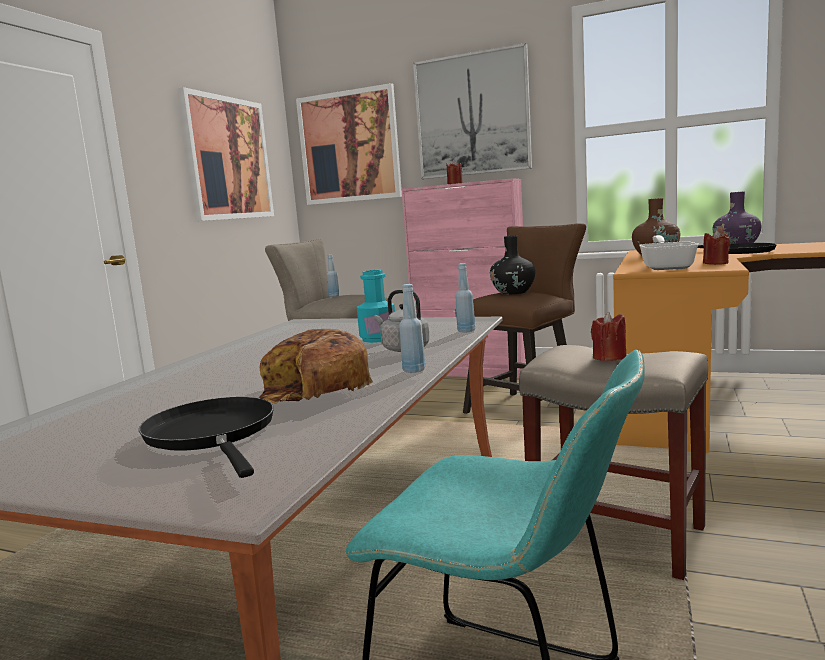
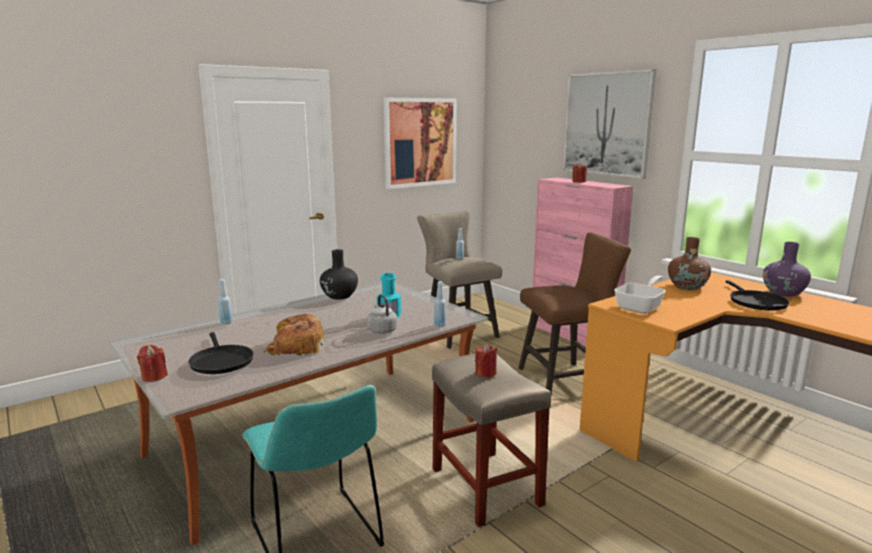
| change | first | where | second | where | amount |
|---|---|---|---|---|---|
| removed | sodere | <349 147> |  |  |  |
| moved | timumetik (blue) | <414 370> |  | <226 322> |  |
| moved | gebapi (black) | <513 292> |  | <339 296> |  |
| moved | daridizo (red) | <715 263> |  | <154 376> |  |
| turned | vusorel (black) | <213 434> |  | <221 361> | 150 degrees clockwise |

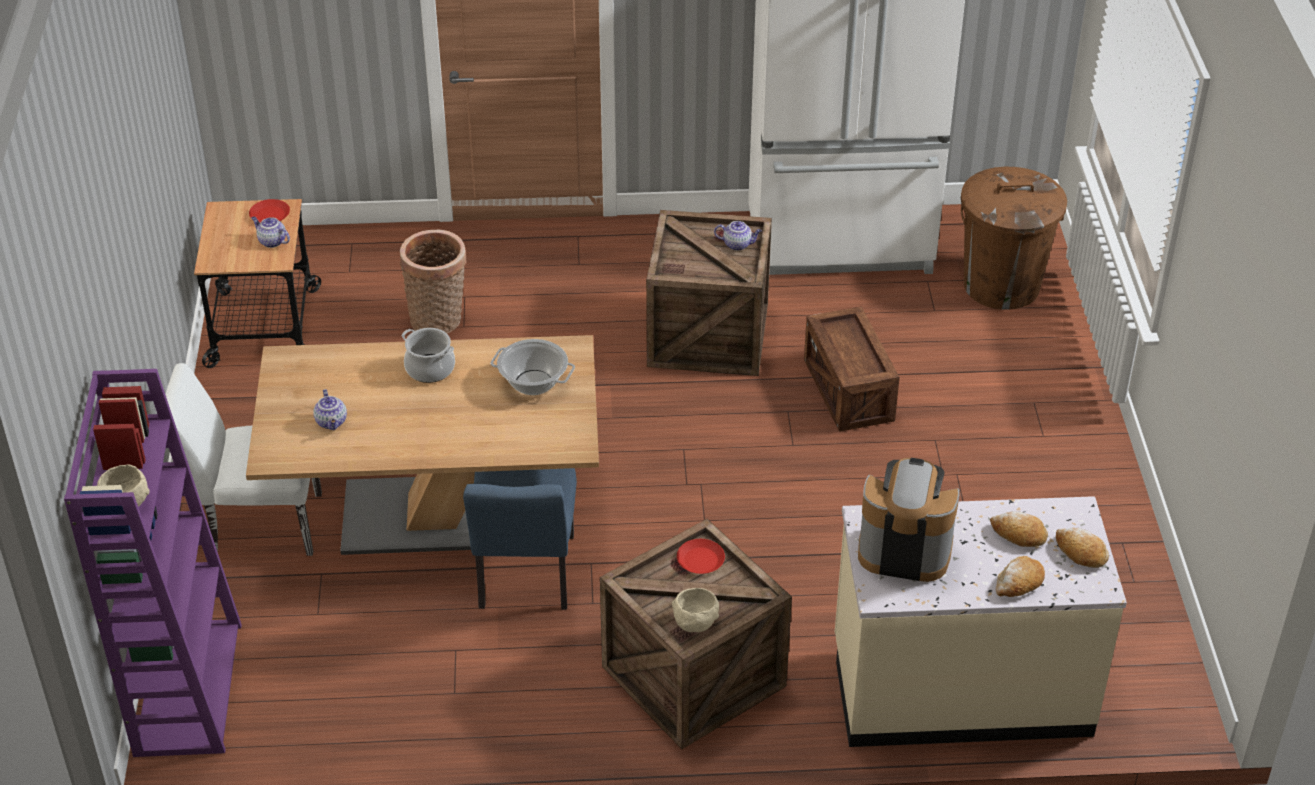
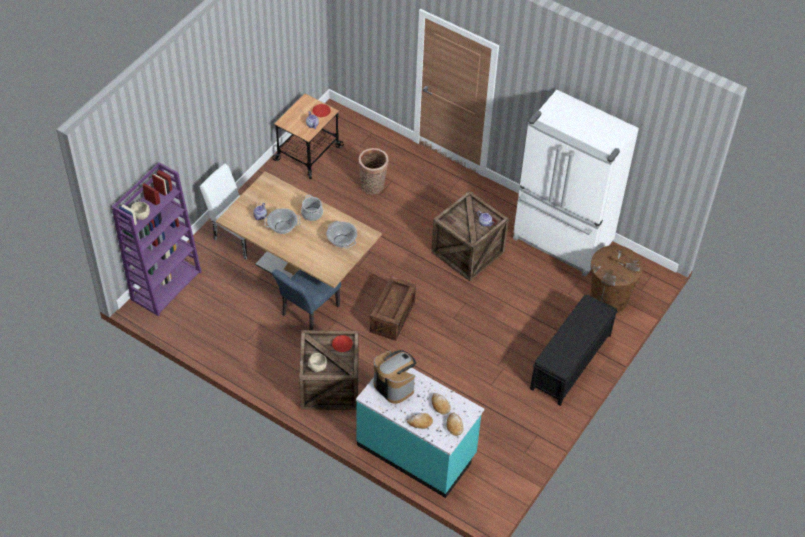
| change | first | where | second | where | amount |
|---|---|---|---|---|---|
| added |  |  | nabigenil | <282 227> |  |
| added |  |  | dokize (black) | <570 362> |  |
| moved | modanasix | <848 391> |  | <392 317> |  |
| recoloured | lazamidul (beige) | <960 688> | lazamidul (turquoise) | <417 450> |  |

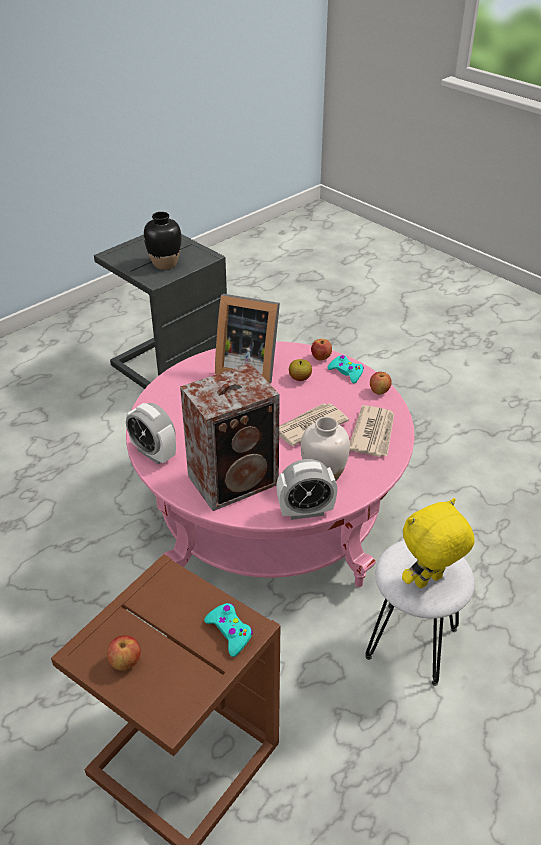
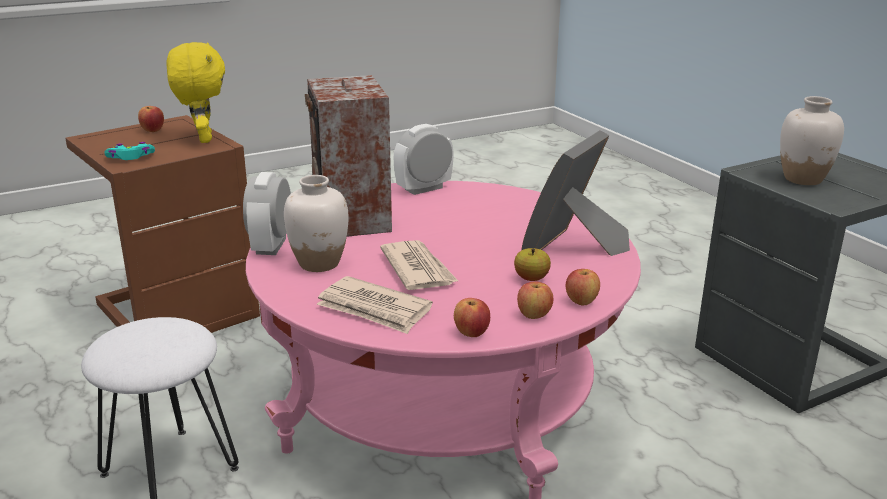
| change | first | where | second | where | amount |
|---|---|---|---|---|---|
| moved | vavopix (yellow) | <429 582> |  | <203 139> |  |
| replaced | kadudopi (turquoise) | <346 372> | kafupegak | <534 315> |  |
| recoloured | gebapi (black) | <164 264> | gebapi (white) | <803 179> |  |

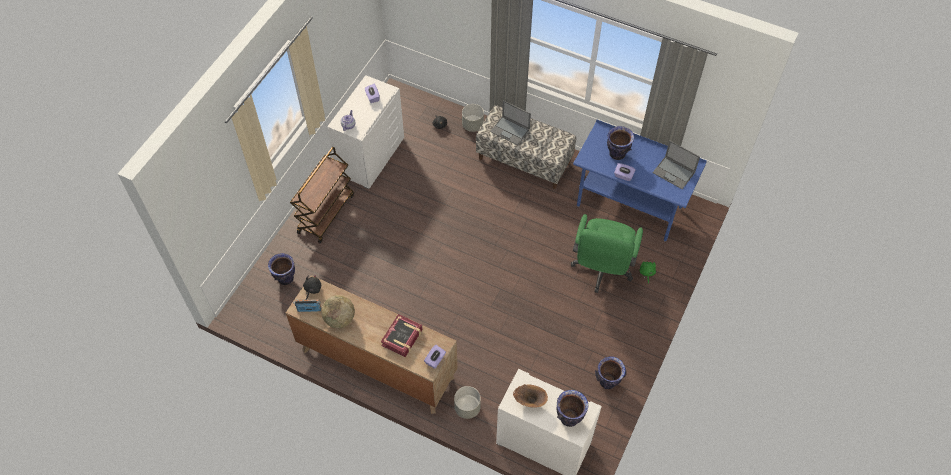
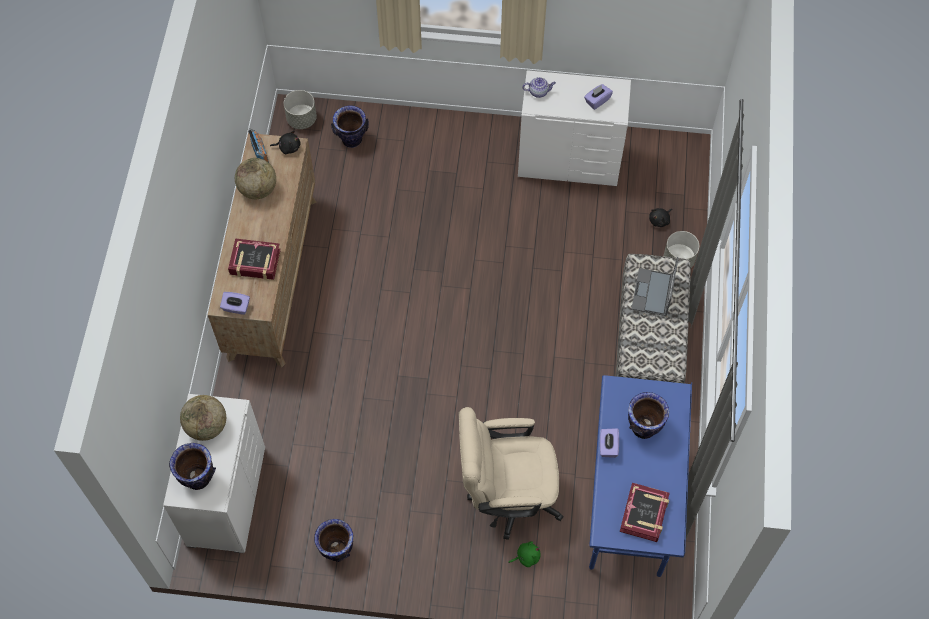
| change | first | where | second | where | amount |
|---|---|---|---|---|---|
| removed | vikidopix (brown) | <326 213> |  |  |  |
| moved | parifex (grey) | <467 407> |  | <302 119> |  |
| replaced | gebapi (brown) | <529 401> | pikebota | <207 426> |  |
| replaced | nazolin | <674 173> | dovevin | <644 514> |  |
| recoloured | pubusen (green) | <601 270> | pubusen (beige) | <507 495> |  |

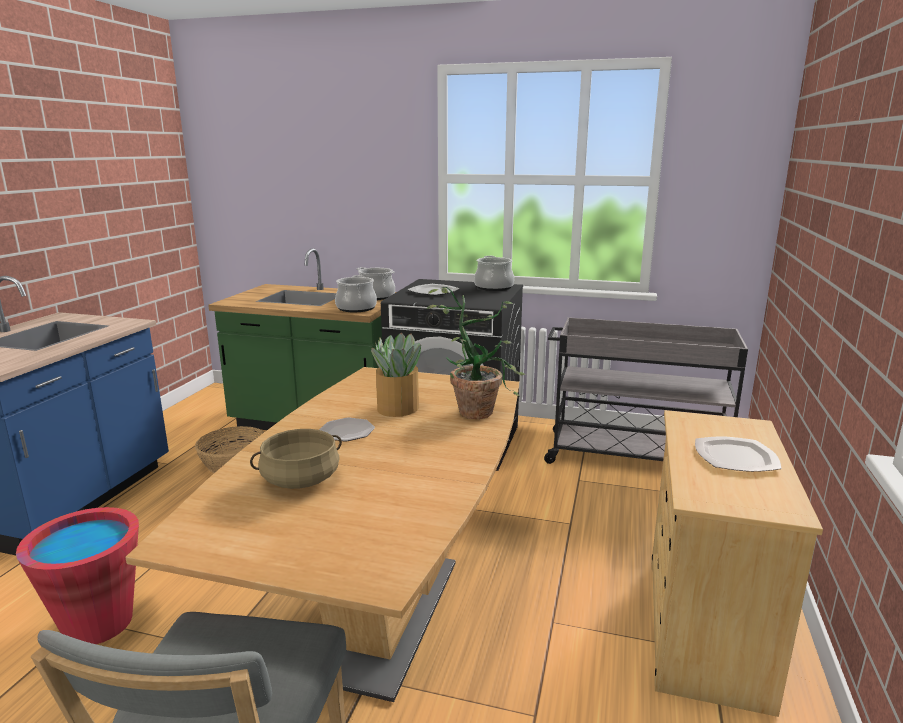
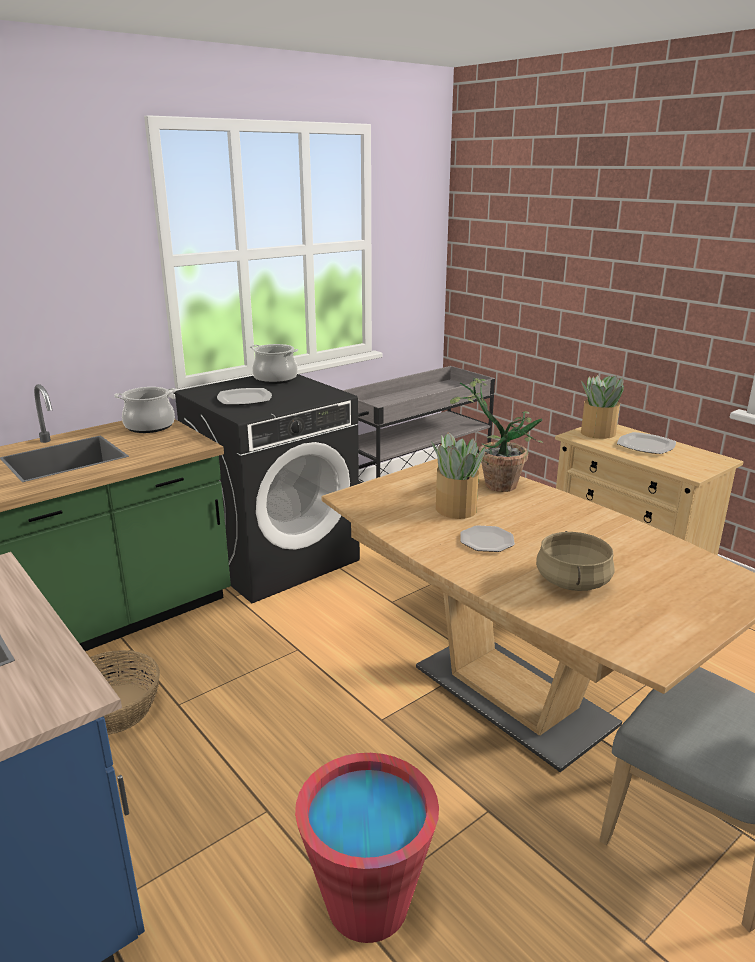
| change | first | where | second | where | amount |
|---|---|---|---|---|---|
| removed | nabigenil | <356 308> |  |  |  |
| added |  |  | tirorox | <597 433> |  |

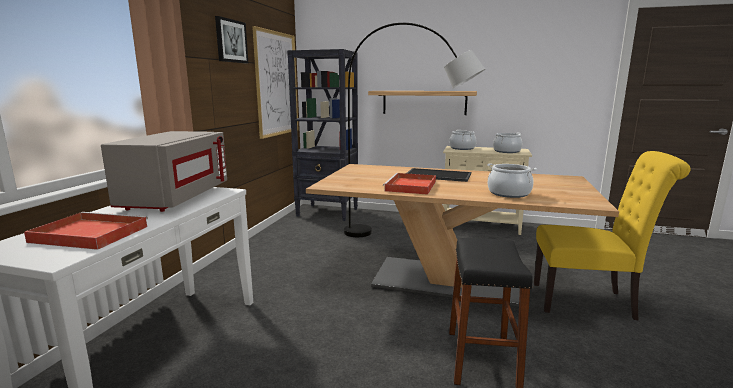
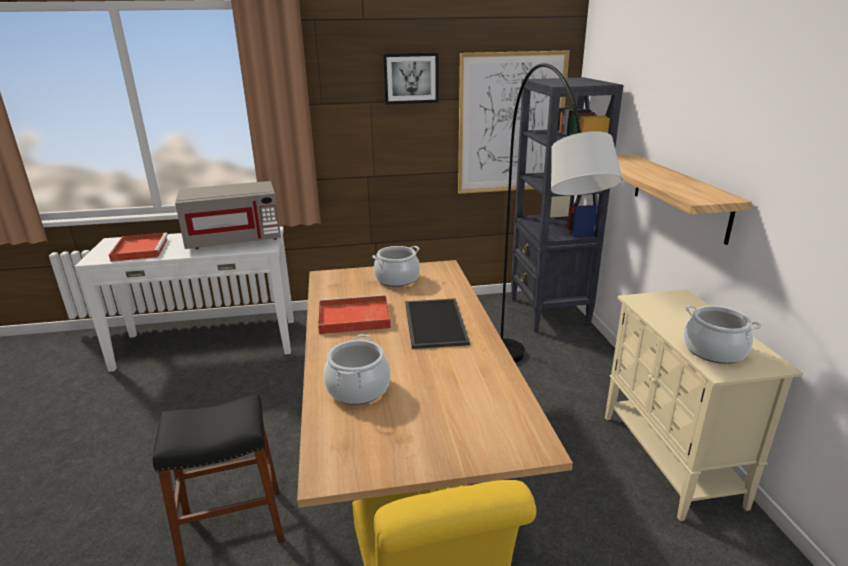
| change | first | where | second | where | amount |
|---|---|---|---|---|---|
| moved | nabigenil | <462 148> |  | <397 279> |  |

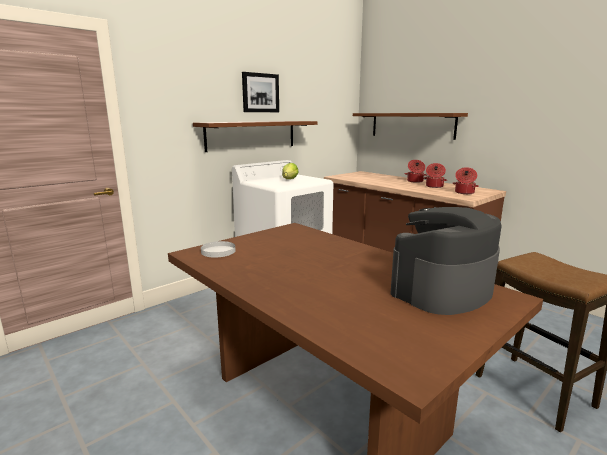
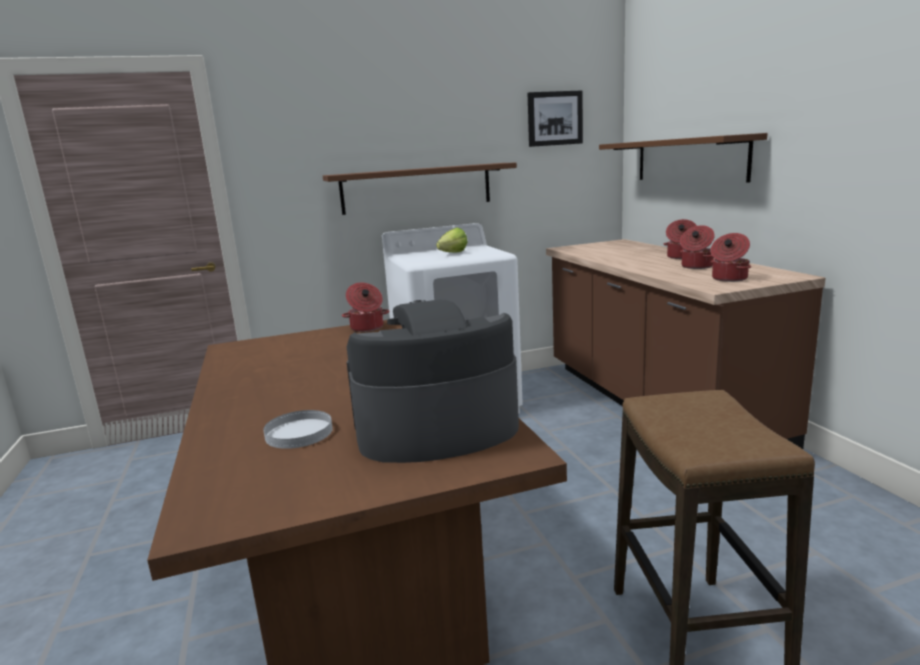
| change | first | where | second | where | amount |
|---|---|---|---|---|---|
| added |  |  | nabigenil | <367 328> |  |
| moved | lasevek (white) | <218 251> |  | <299 432> |  |
| moved | sodere | <260 93> |  | <554 118> |  |

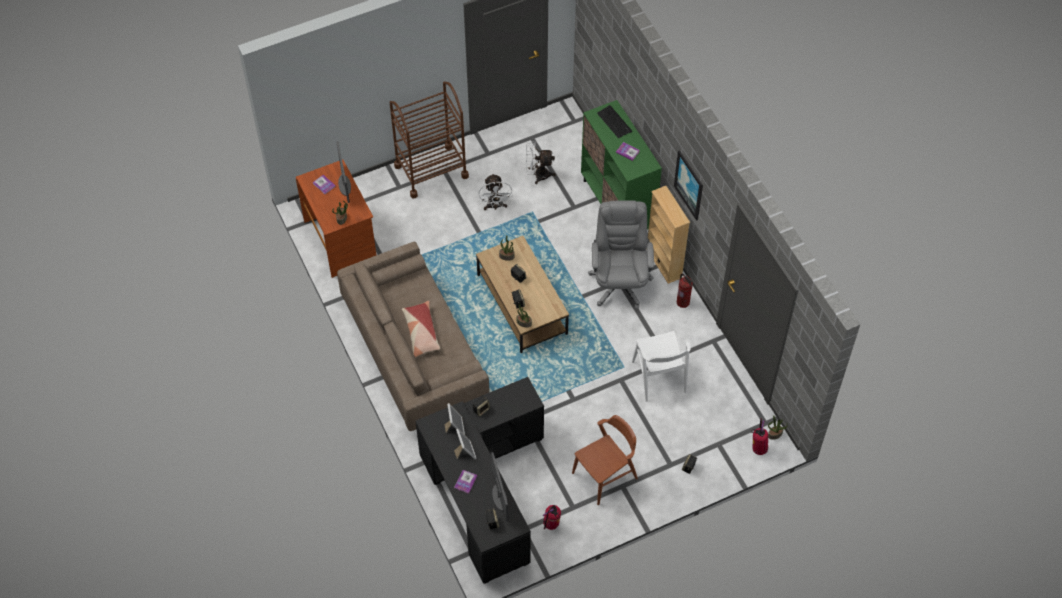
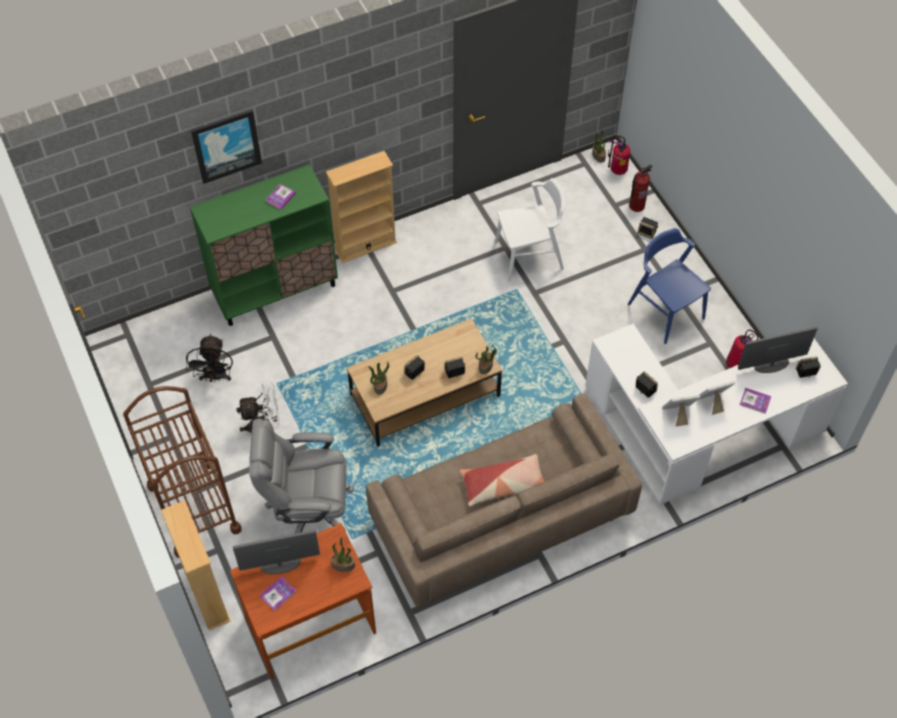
| change | first | where | second | where | amount |
|---|---|---|---|---|---|
| removed | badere | <614 122> |  |  |  |
| added |  |  | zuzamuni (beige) | <207 596> |  |
| moved | pubusen (grey) | <619 283> |  | <308 510> |  |
| moved | sodere | <689 185> |  | <226 145> |  |
| moved | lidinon | <683 302> |  | <636 205> |  |
| recoloured | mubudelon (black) | <482 490> | mubudelon (white) | <698 436> |  |
| recoloured | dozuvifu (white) | <538 175> | dozuvifu (black) | <215 377> |  |
| recoloured | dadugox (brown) | <605 475> | dadugox (blue) | <665 311> |  |

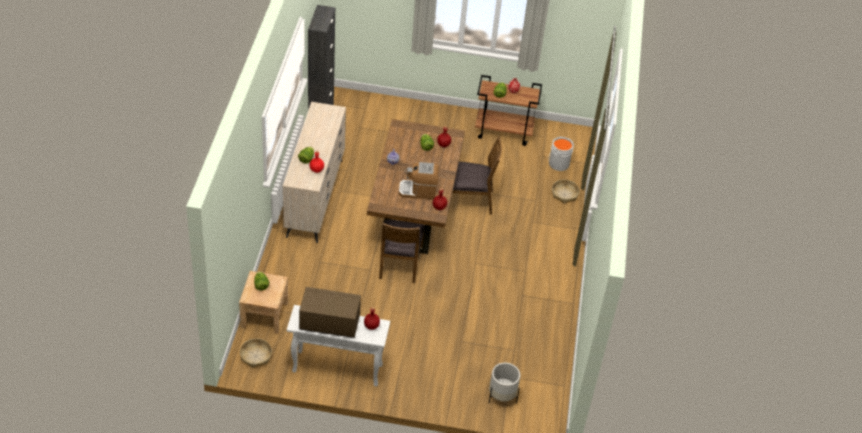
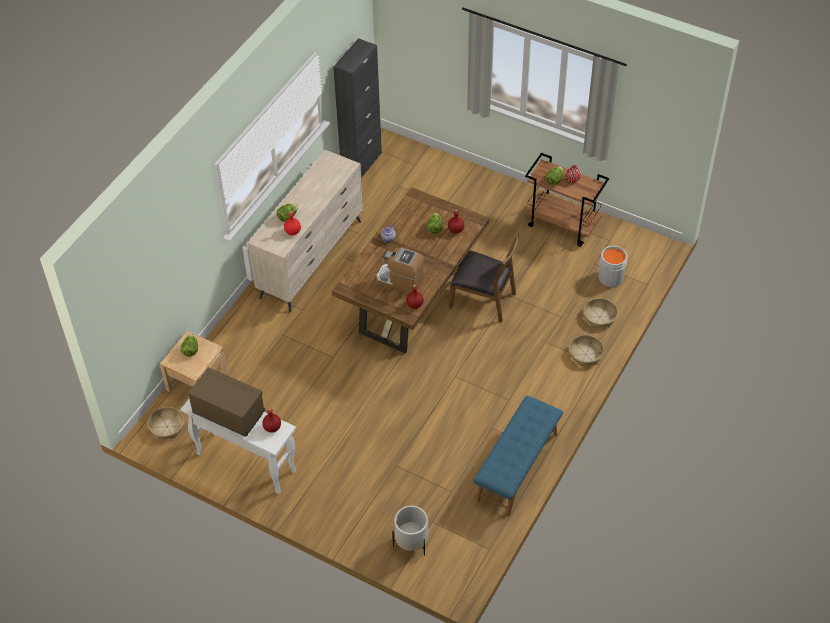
| change | first | where | second | where | amount |
|---|---|---|---|---|---|
| removed | dadugox (brown) | <400 263> |  |  |  |
| added |  |  | dokize (blue) | <518 467> |  |
| added |  |  | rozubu | <586 354> |  |

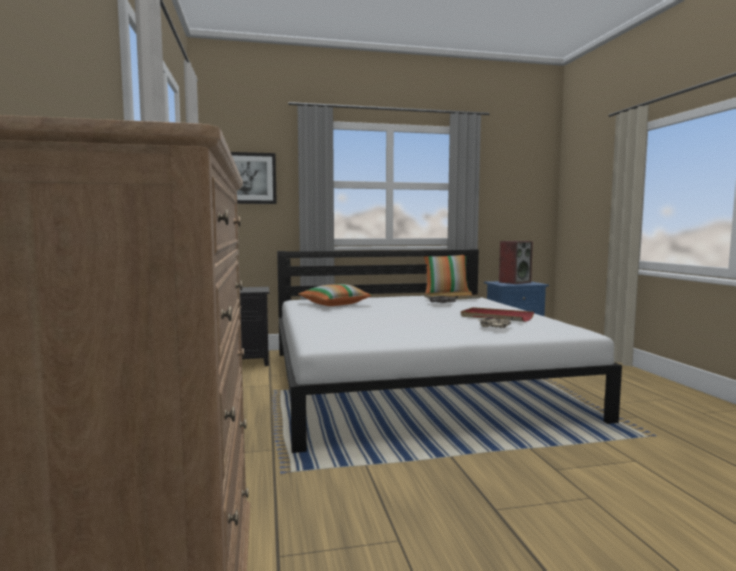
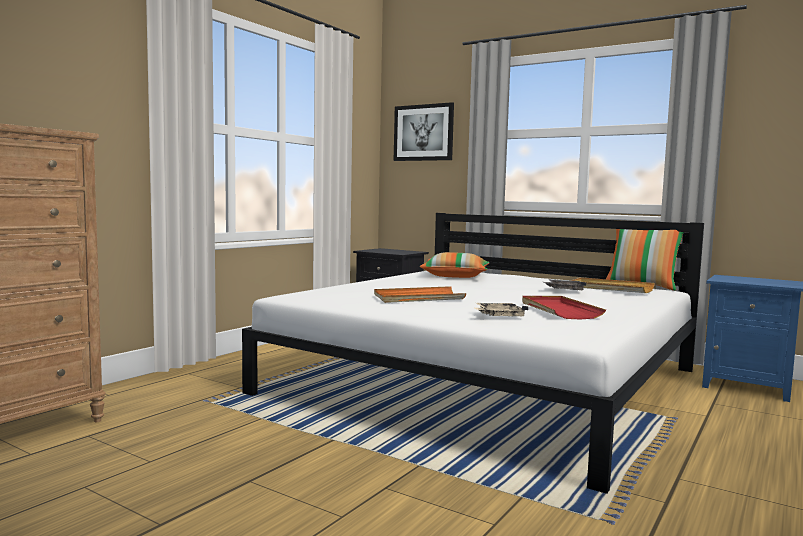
| change | first | where | second | where | amount |
|---|---|---|---|---|---|
| removed | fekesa | <514 282> |  |  |  |
| added |  |  | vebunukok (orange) | <418 298> |  |

